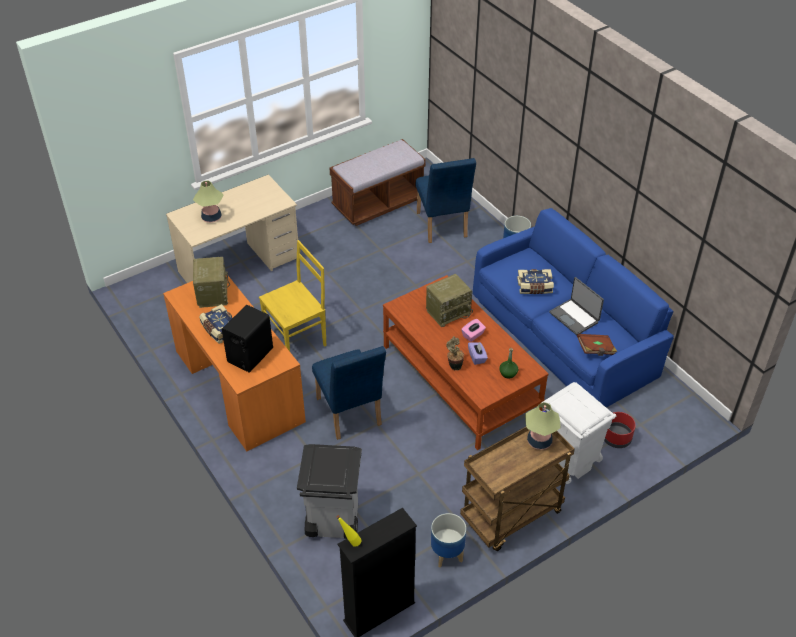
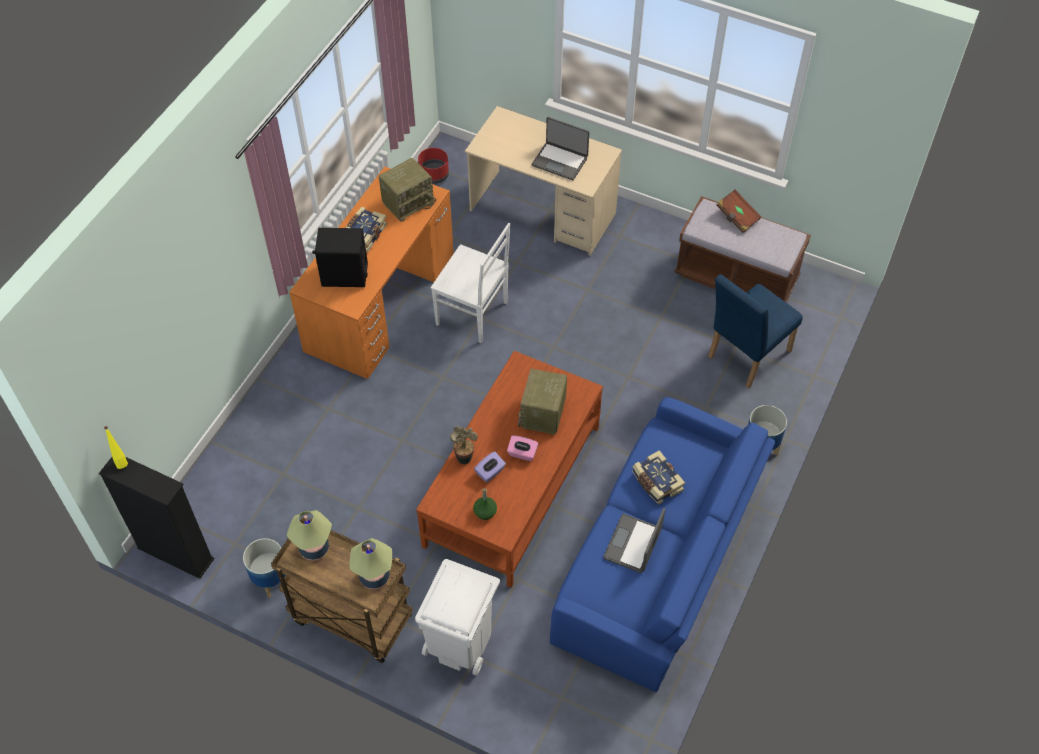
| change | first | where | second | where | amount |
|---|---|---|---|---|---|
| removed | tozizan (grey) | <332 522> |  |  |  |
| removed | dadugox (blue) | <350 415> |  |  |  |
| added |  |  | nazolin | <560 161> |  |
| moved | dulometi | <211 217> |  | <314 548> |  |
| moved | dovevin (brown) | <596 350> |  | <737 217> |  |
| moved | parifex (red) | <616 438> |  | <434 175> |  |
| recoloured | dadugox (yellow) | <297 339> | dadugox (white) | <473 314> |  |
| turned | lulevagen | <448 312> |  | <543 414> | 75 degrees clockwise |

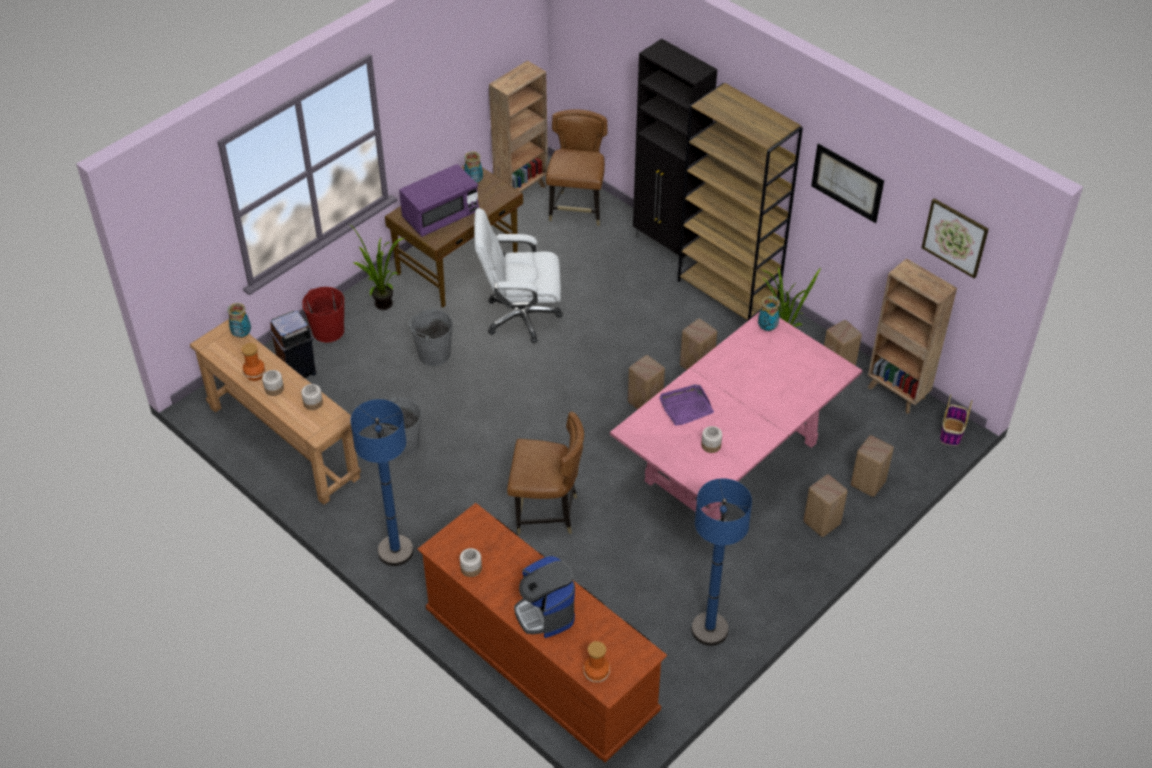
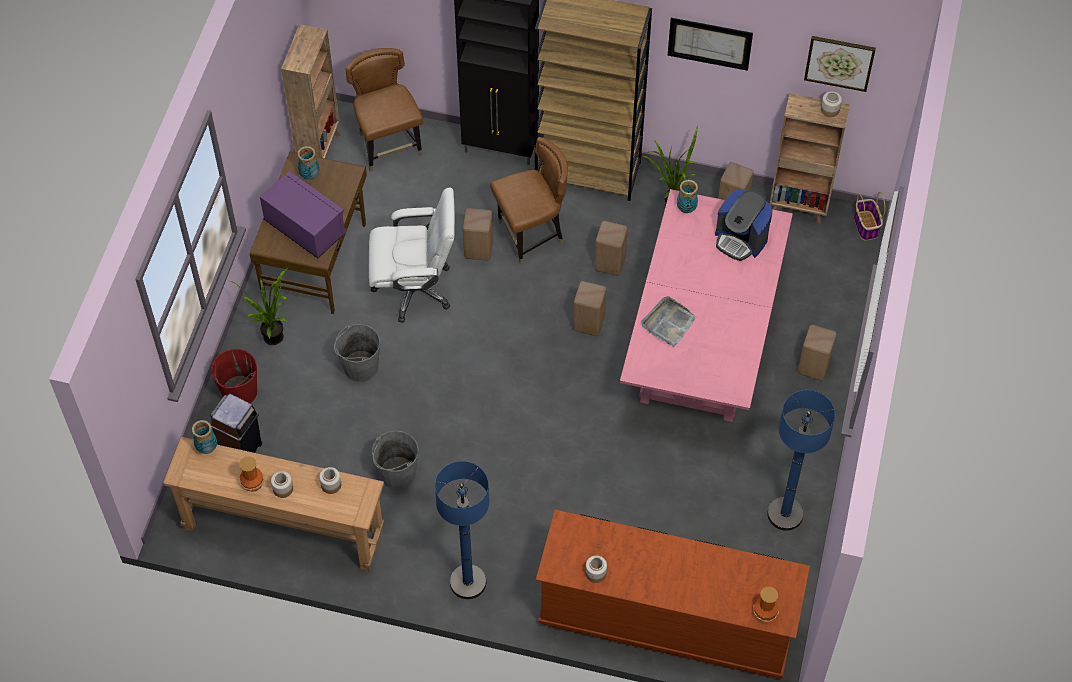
| change | first | where | second | where | amount |
|---|---|---|---|---|---|
| moved | dadugox (brown) | <546 513> |  | <531 235> |  |
| moved | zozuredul | <545 613> |  | <740 239> |  |
| moved | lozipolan | <711 445> |  | <830 110> |  |
| moved | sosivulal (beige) | <868 484> |  | <479 250> |  |
| recoloured | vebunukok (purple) | <685 406> | vebunukok (grey) | <668 323> |  |
| turned | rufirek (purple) | <441 216> |  | <305 228> | 75 degrees counterclockwise |
| turned | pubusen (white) | <520 316> |  | <415 288> | 150 degrees counterclockwise |

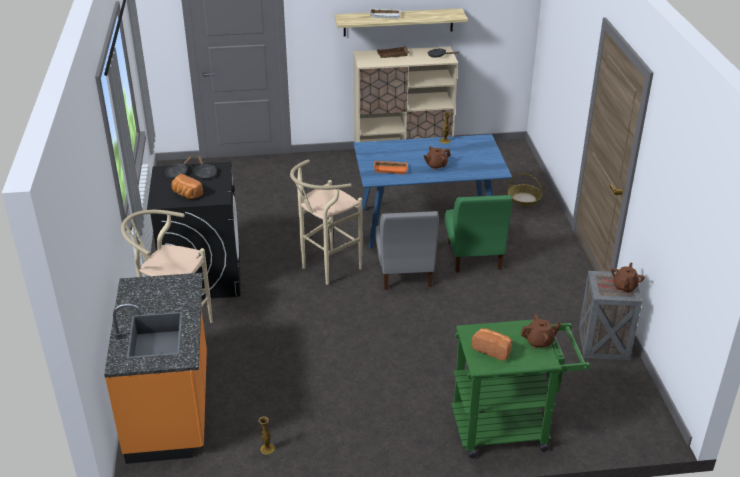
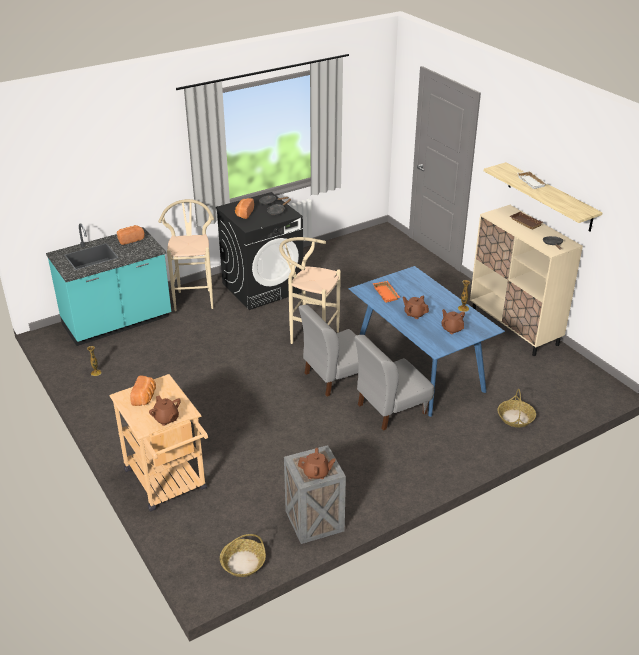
| change | first | where | second | where | amount |
|---|---|---|---|---|---|
| added |  |  | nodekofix | <130 239> |  |
| added |  |  | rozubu | <243 563> |  |
| added |  |  | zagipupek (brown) | <452 329> |  |
| recoloured | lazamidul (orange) | <171 408> | lazamidul (turquoise) | <117 323> |  |
| recoloured | dadugox (green) | <474 256> | dadugox (grey) | <391 409> |  |
| recoloured | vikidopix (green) | <509 428> | vikidopix (beige) | <168 484> |  |

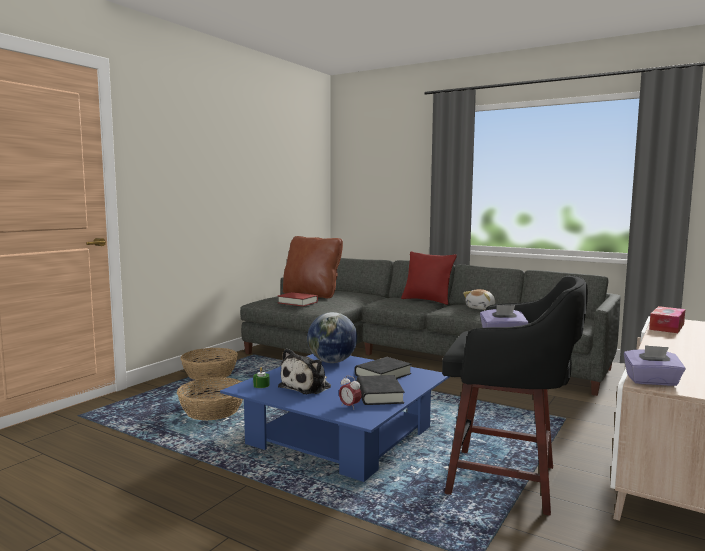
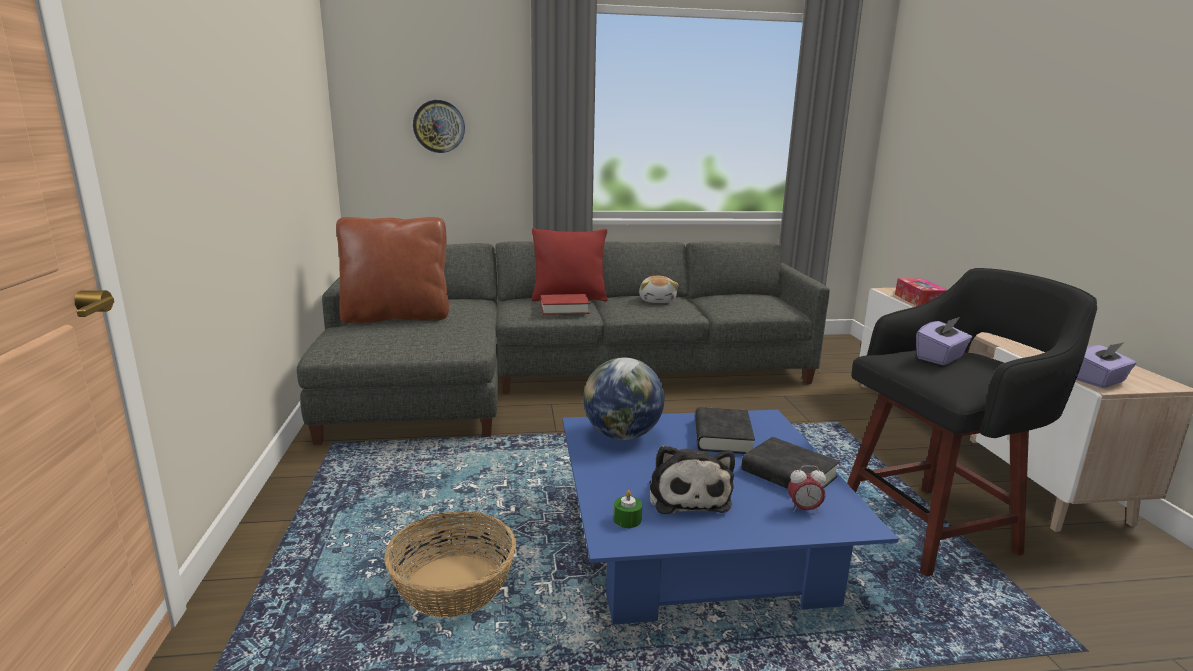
| change | first | where | second | where | amount |
|---|---|---|---|---|---|
| removed | rozubu | <210 374> |  |  |  |
| added |  |  | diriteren | <439 126> |  |
| moved | dovevin (red) | <297 302> |  | <564 309> |  |

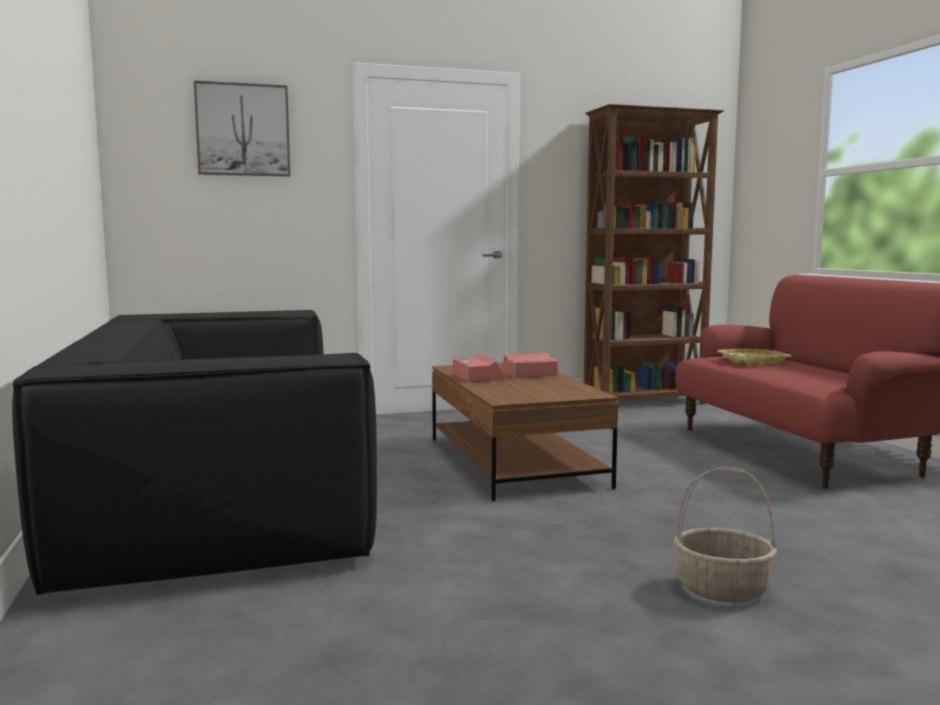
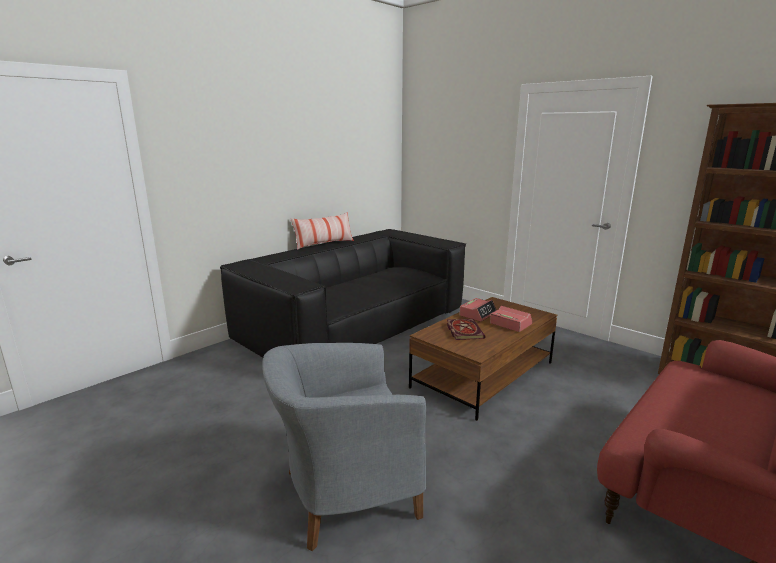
| change | first | where | second | where | amount |
|---|---|---|---|---|---|
| removed | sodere | <243 130> |  |  |  |
| removed | vebunukok (yellow) | <753 361> |  |  |  |
| added |  |  | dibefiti | <324 244> |  |
| added |  |  | dovevin | <463 330> |  |
| replaced | rozubu | <721 589> | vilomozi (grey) | <345 494> |  |

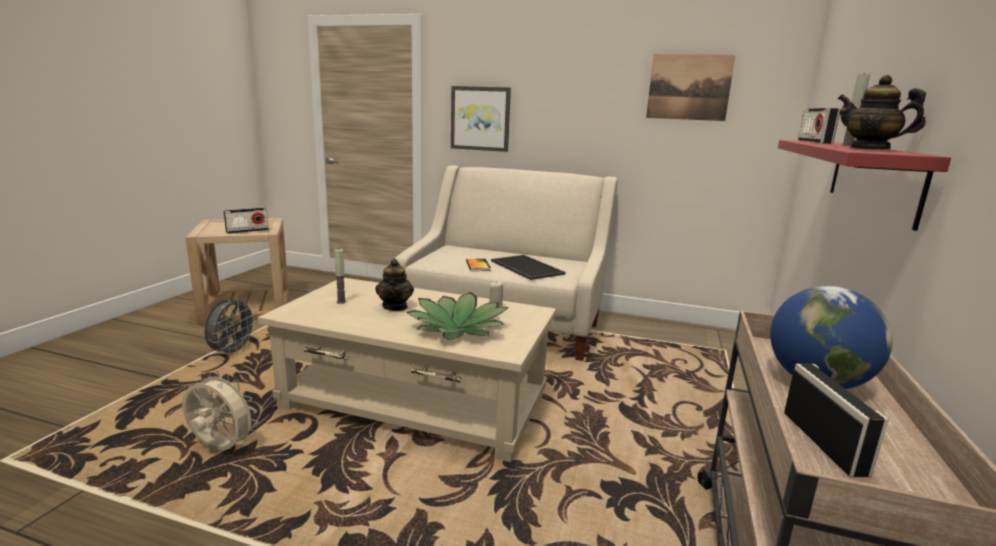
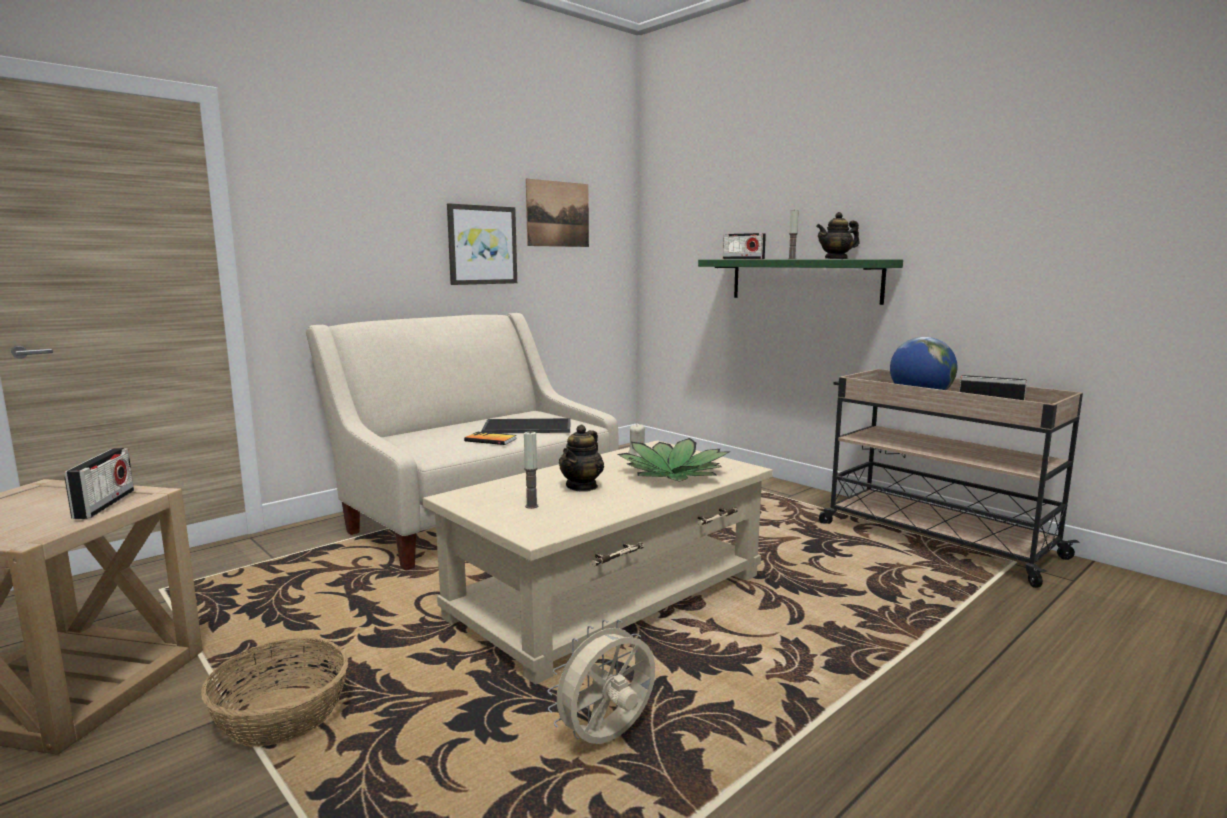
| change | first | where | second | where | amount |
|---|---|---|---|---|---|
| moved | sodere | <480 118> |  | <482 245> |  |
| replaced | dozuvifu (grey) | <232 352> | rozubu | <280 715> |  |
| recoloured | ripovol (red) | <872 178> | ripovol (green) | <804 280> |  |
| turned | zagipupek | <395 307> |  | <582 486> | 90 degrees clockwise |

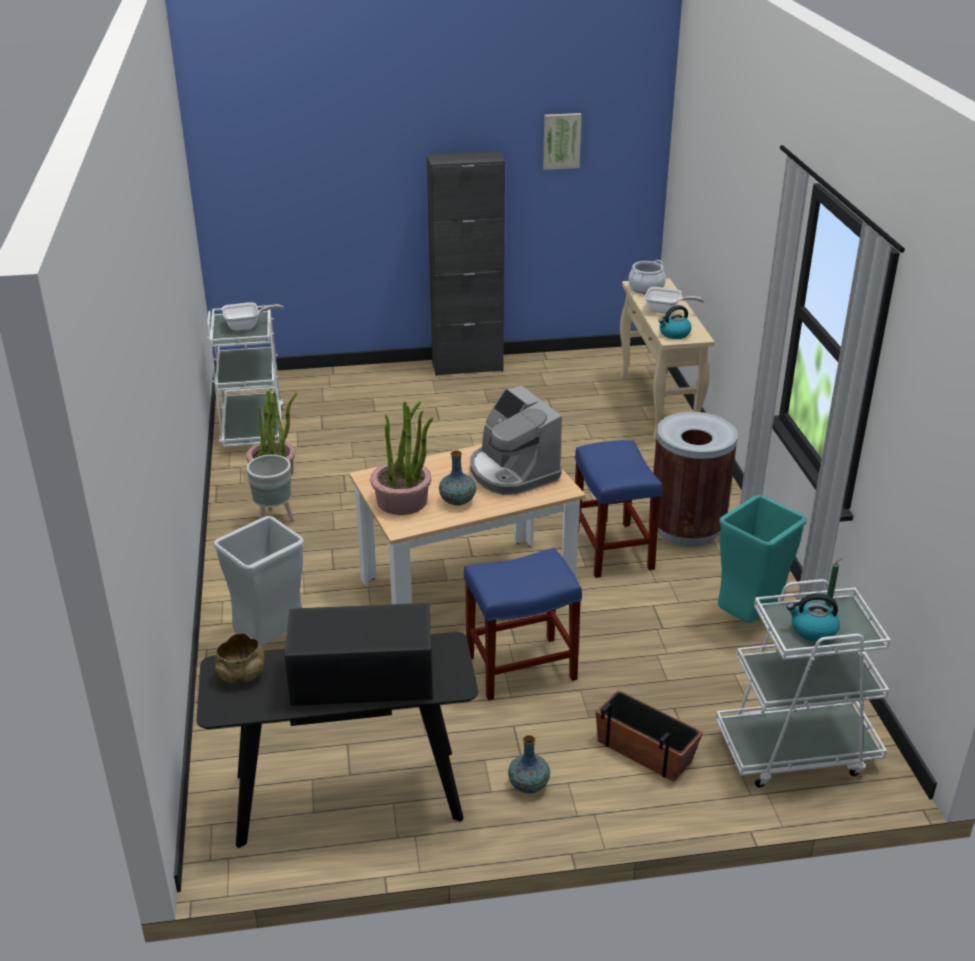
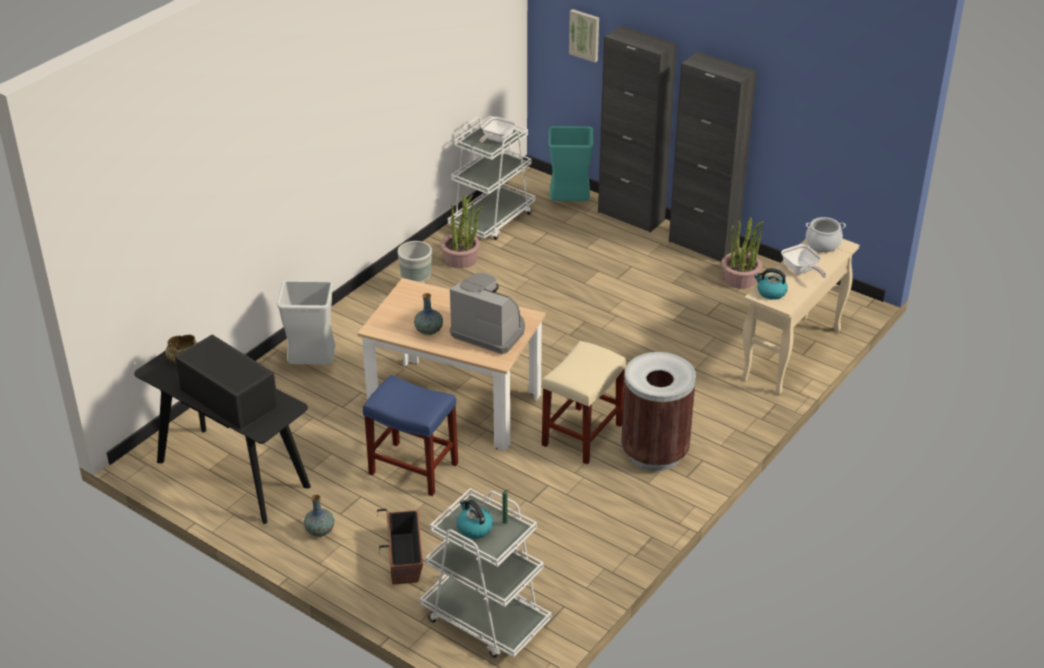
| change | first | where | second | where | amount |
|---|---|---|---|---|---|
| added |  |  | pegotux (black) | <631 216> |  |
| moved | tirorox | <402 501> |  | <740 279> |  |
| moved | sodere | <561 140> |  | <585 35> |  |
| moved | tozizan (turquoise) | <748 618> |  | <569 205> |  |
| recoloured | sosivulal (blue) | <613 550> | sosivulal (beige) | <582 436> |  |
| turned | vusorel | <247 326> |  | <496 139> | 90 degrees clockwise |
| turned | zozuredul | <512 472> |  | <489 331> | 105 degrees clockwise |

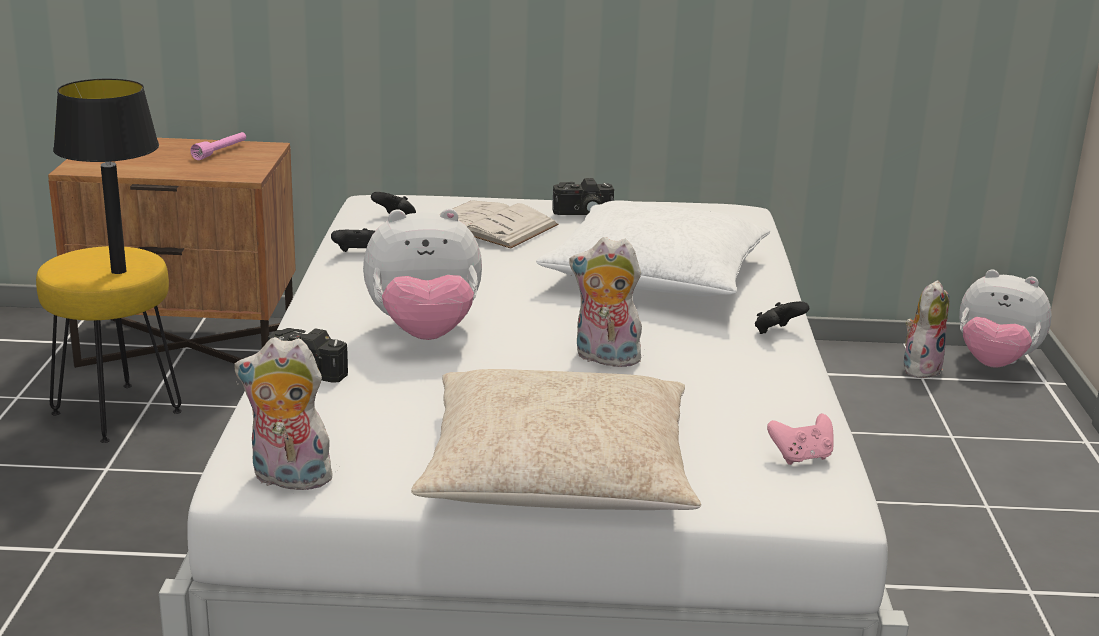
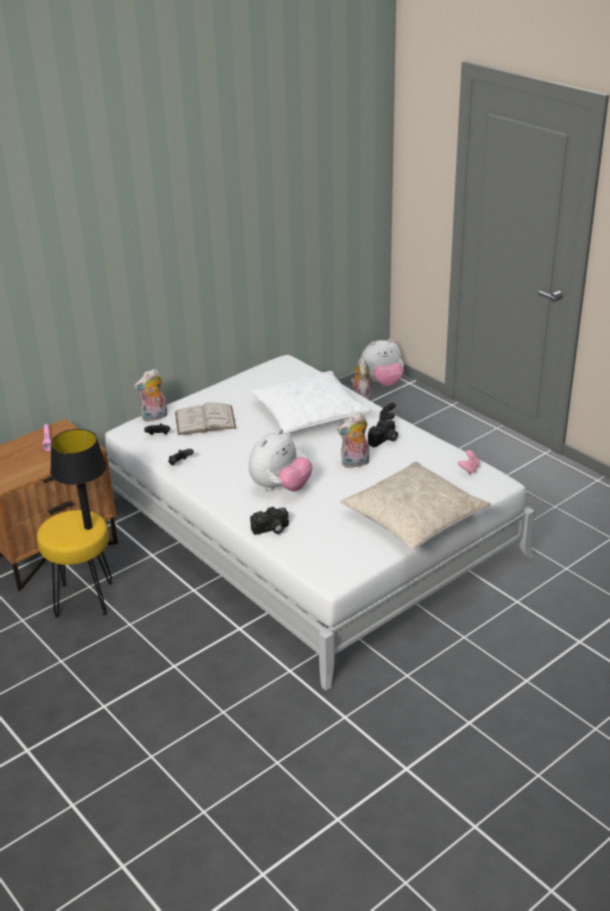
| change | first | where | second | where | amount |
|---|---|---|---|---|---|
| moved | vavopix | <288 479> |  | <154 417> |  |
| moved | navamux | <583 214> |  | <384 440> |  |

